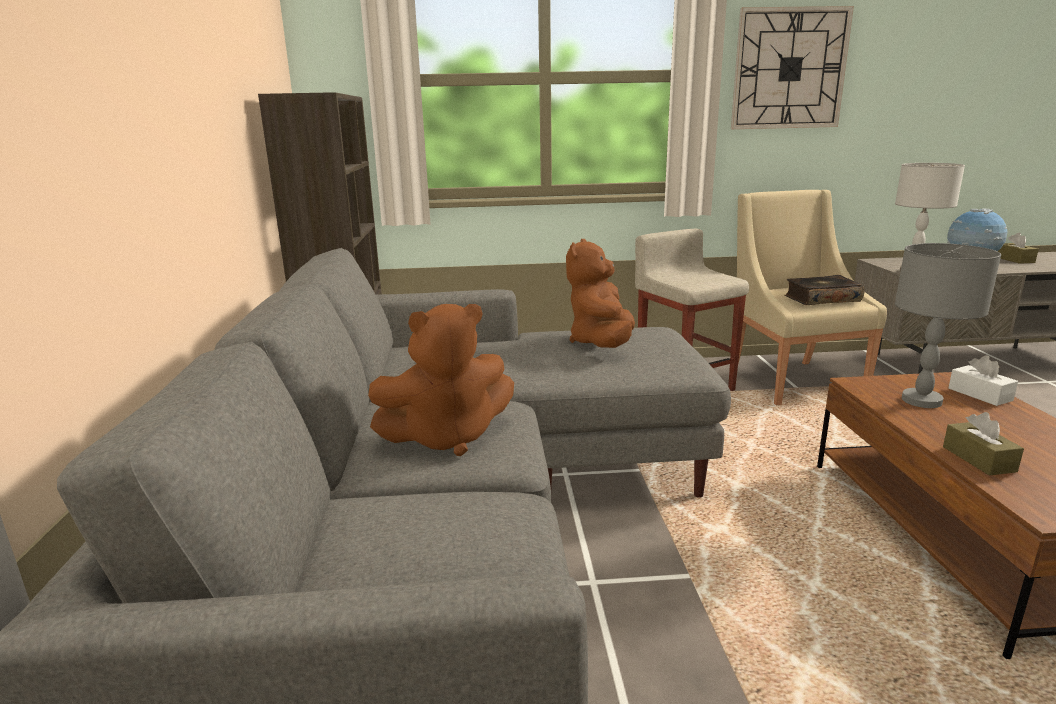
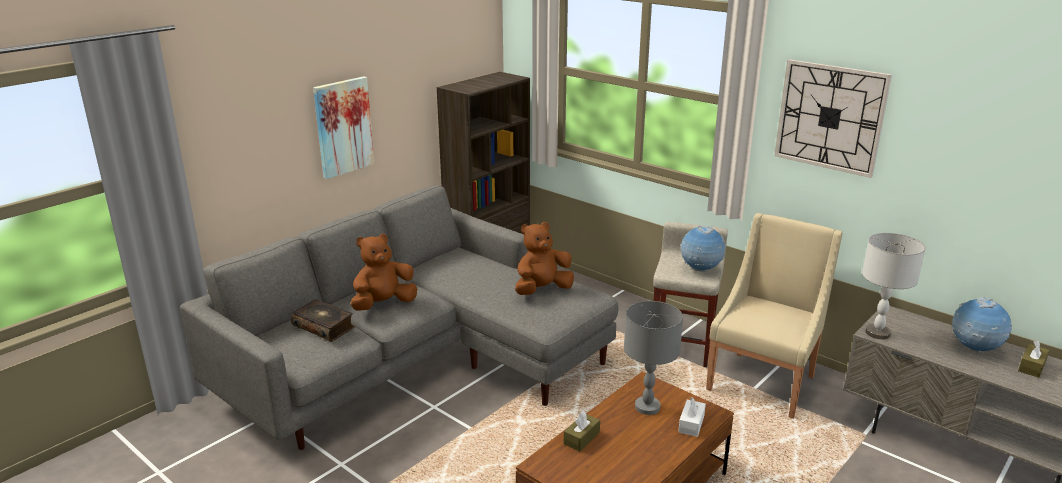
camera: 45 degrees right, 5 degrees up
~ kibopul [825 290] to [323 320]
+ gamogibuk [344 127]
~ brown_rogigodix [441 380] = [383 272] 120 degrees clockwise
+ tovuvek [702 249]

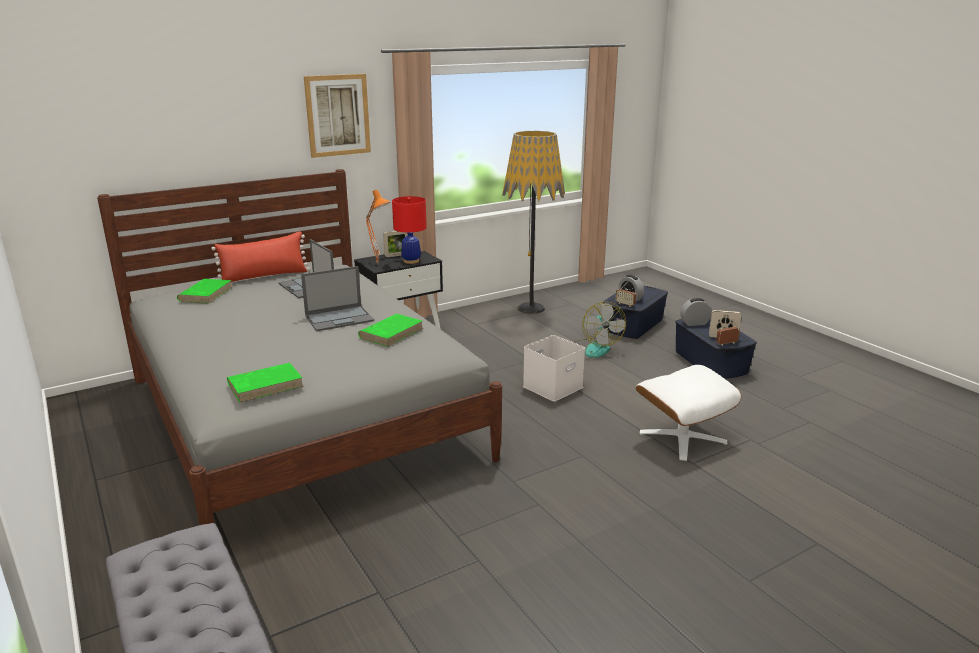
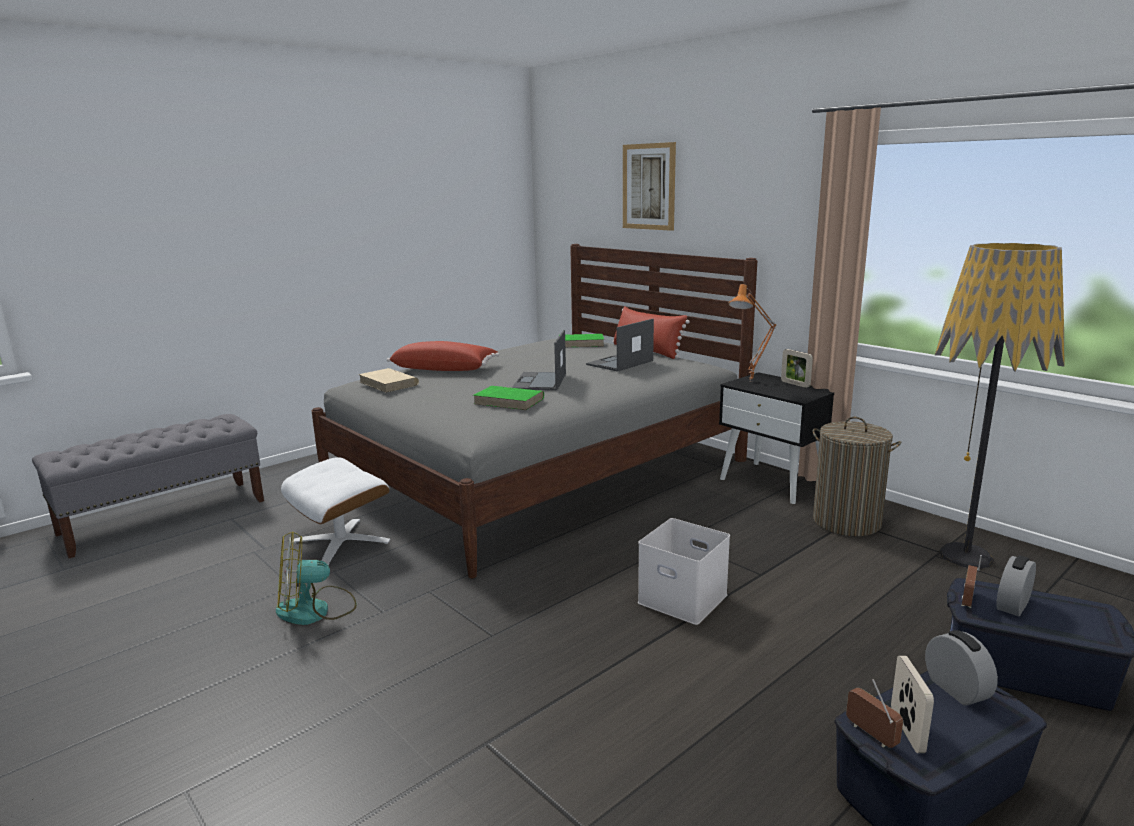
camera: 80 degrees right, 5 degrees down
~ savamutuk [599 330] to [316 578]
~ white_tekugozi [688 413] to [335 511]
~ green_kibopul [265 383] to beige_kibopul [389 380]
+ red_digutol [443 356]
~ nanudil [337 299] = [539 360] 45 degrees clockwise
~ gamogibuk [337 116] to [649 186]
+ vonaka [857 476]
- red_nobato [409 230]

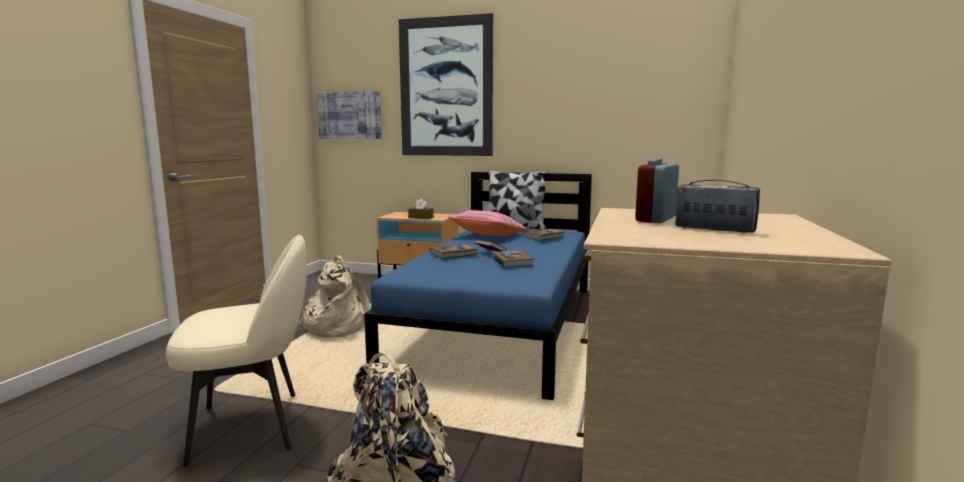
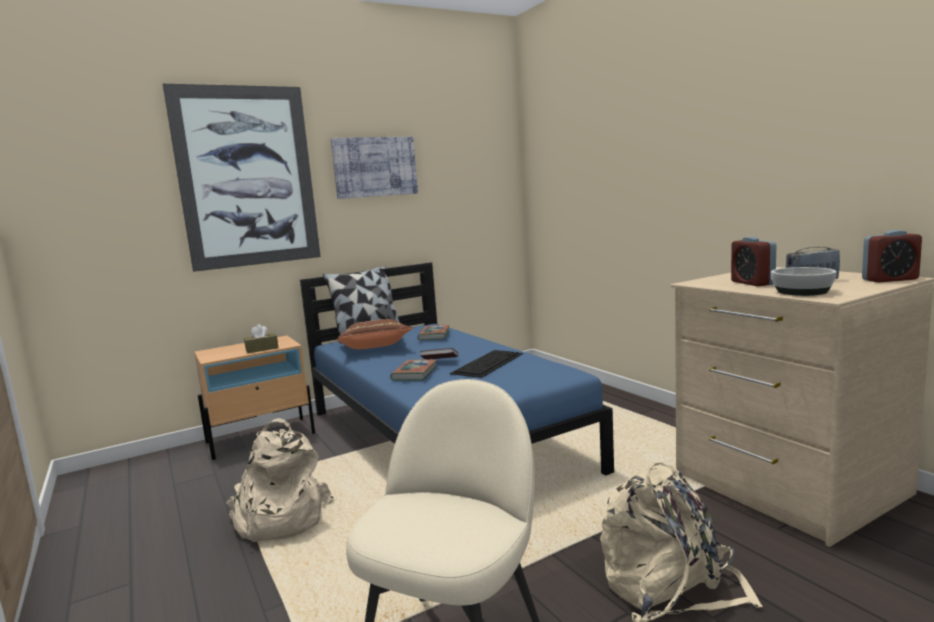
camera: 45 degrees left, 0 degrees up
~ gamogibuk [349 115] to [374 168]
~ pink_digutol [488 223] to brown_digutol [374 334]
~ kibopul [513 259] to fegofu [486 364]
+ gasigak [804 281]
+ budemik [892 256]

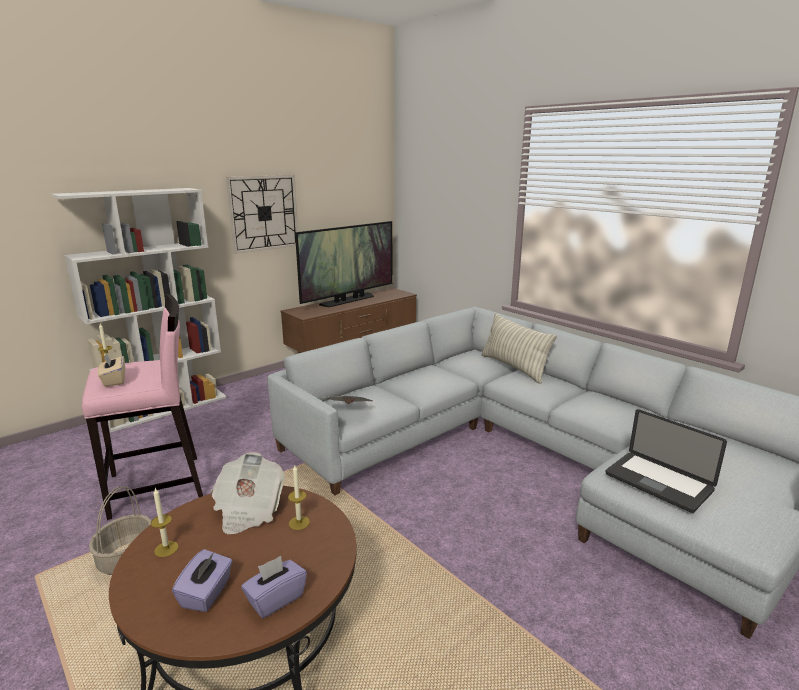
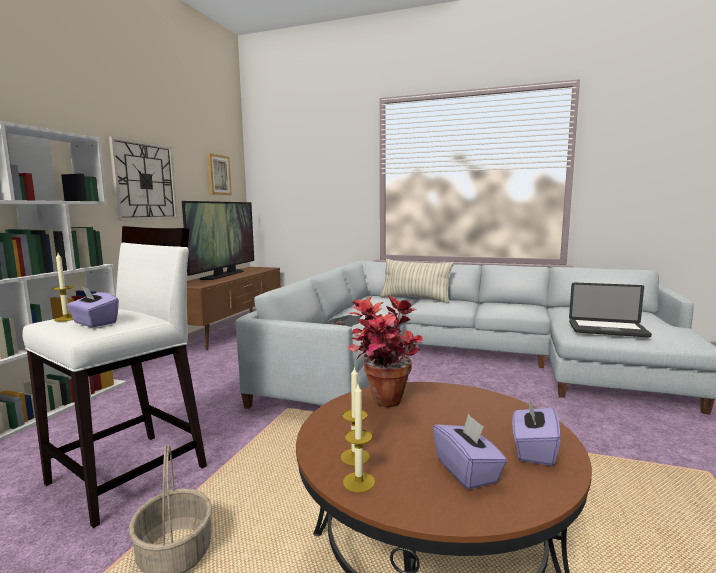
camera: 30 degrees left, 10 degrees down
~ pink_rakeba [142 407] to white_rakeba [114 377]
~ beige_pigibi [111 370] to purple_pigibi [93 307]
+ gamogibuk [219 174]
~ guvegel [299 497] to [359 438]
~ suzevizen [248 493] to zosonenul [385 351]

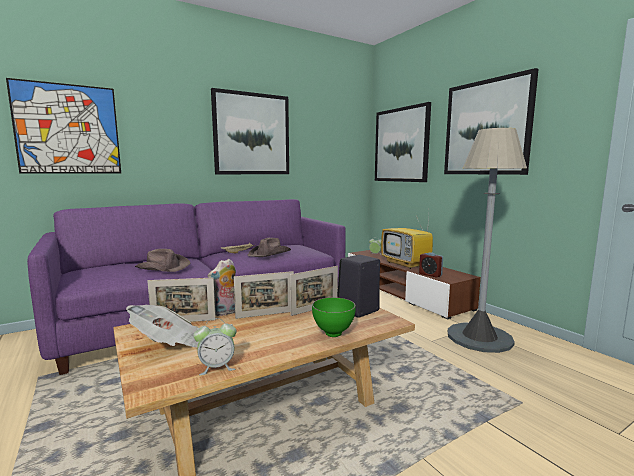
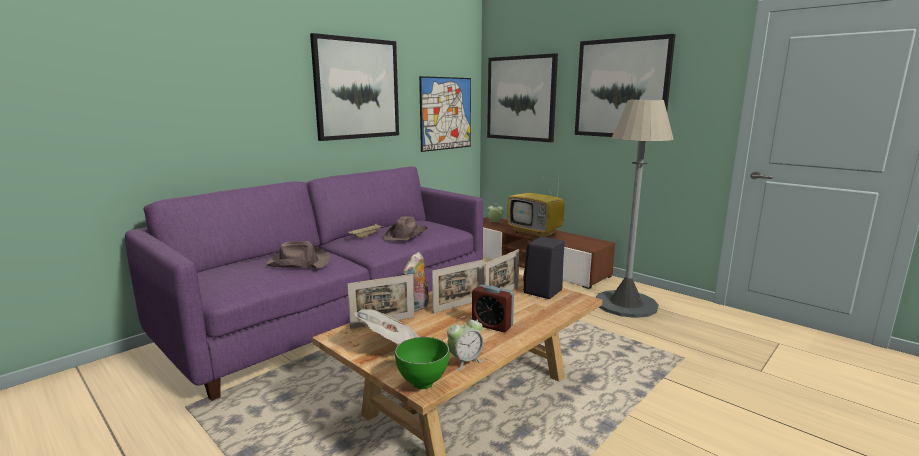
camera: 15 degrees left, 5 degrees up
~ green_gasigak [334 317] to [422 363]
~ gamogibuk [63 126] to [445 114]
~ budemik [431 265] to [493 308]

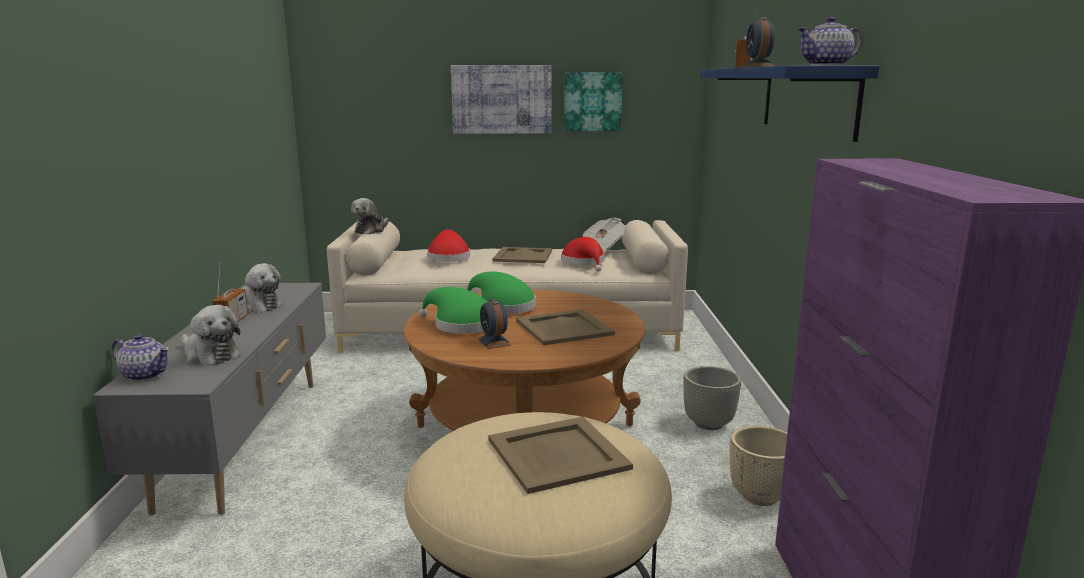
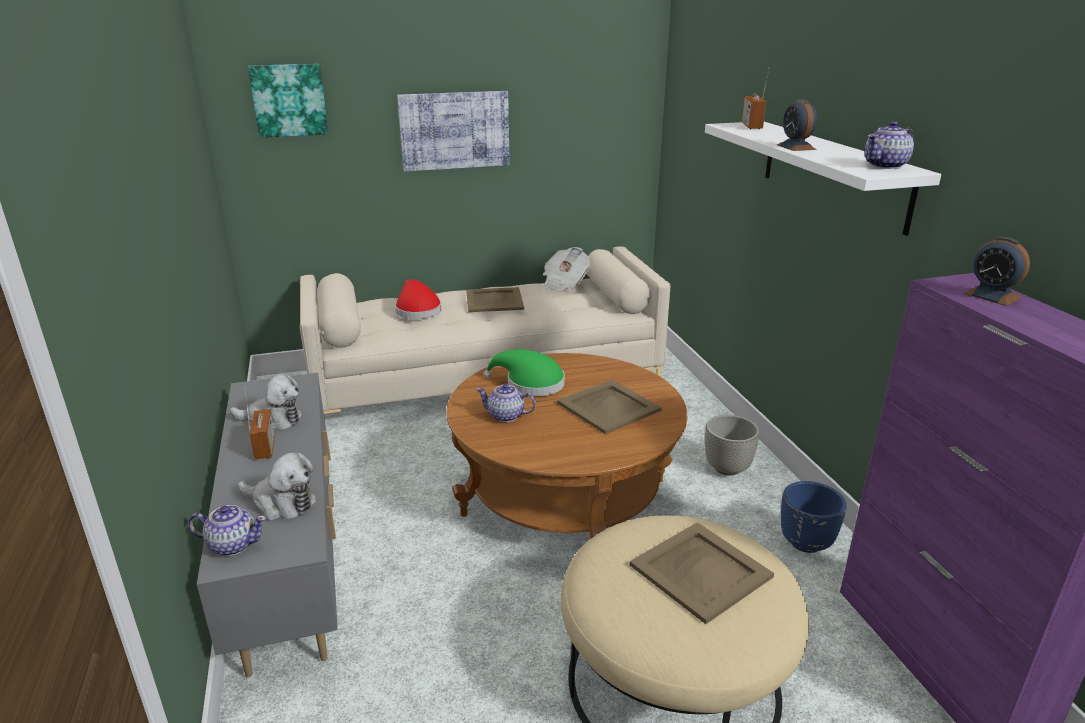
camera: 15 degrees left, 10 degrees up
~ gamogibuk [593 101] to [288 101]
~ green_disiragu [453 310] to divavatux [506 403]
~ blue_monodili [790 104] to white_monodili [823 179]
~ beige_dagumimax [758 466] to blue_dagumimax [814 517]
~ budemik [494 324] to [996 271]
- rogigodix [370 216]
- red_disiragu [582 254]

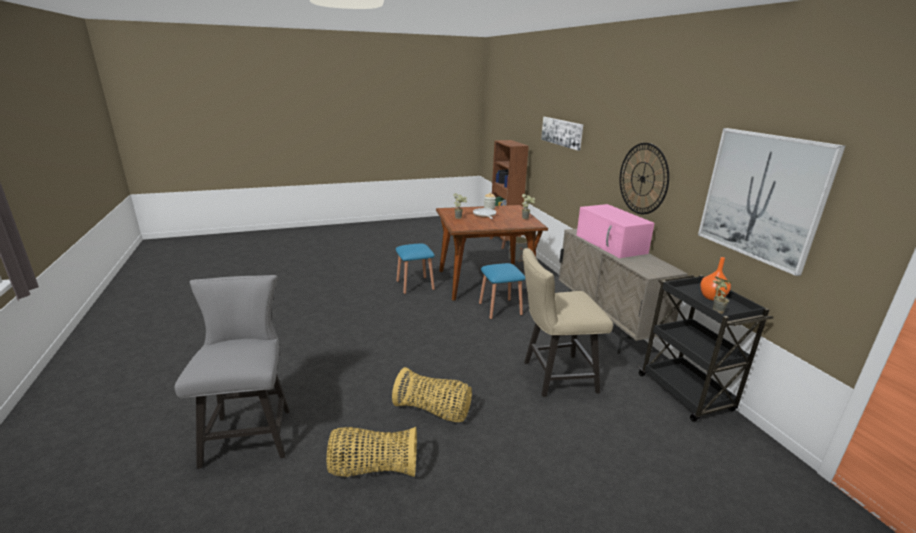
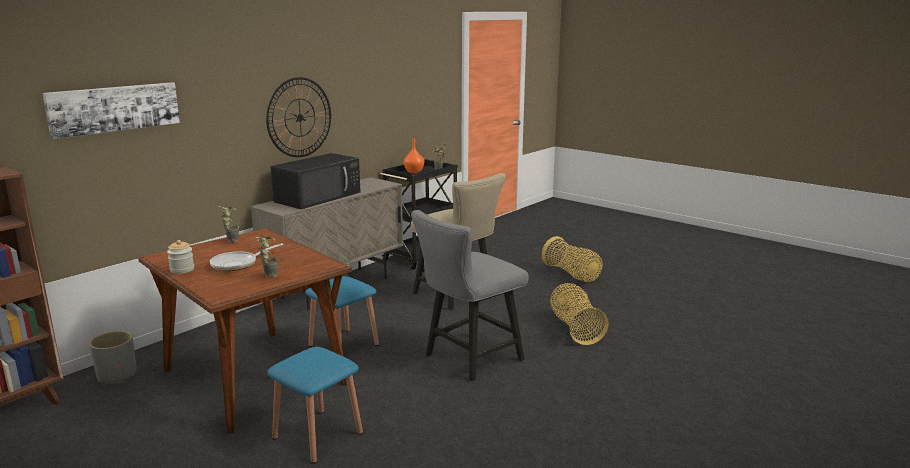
camera: 120 degrees left, 5 degrees down
~ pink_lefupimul [616 231] to black_lefupimul [315 181]
~ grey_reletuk [232 372] to [470 295]
~ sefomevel [372 452] to [572 259]
- gamogibuk [771 202]

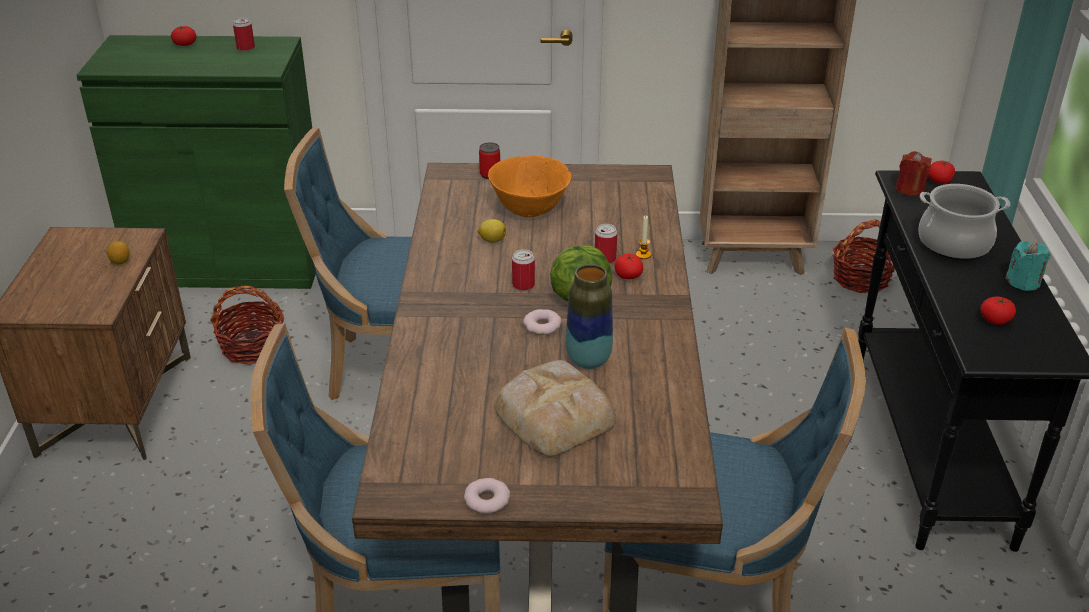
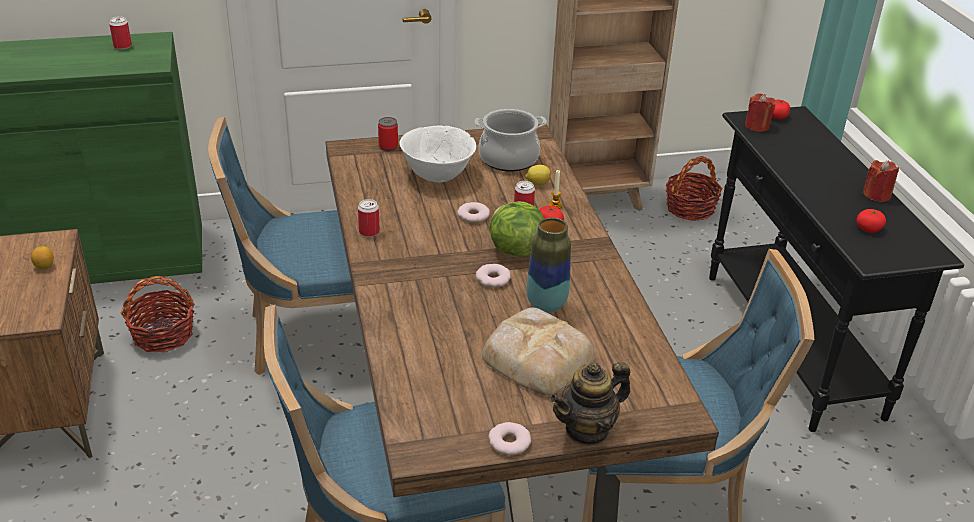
camera: 15 degrees left, 0 degrees up
~ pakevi [523 270] to [369 218]
~ orange_gasigak [529 187] to white_gasigak [437 154]
+ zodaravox [473 212]
~ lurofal [964 222] to [511 140]
~ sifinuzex [491 231] to [538 175]
+ divavatux [590 404]
~ turquoise_guvegel [1028 266] to red_guvegel [880 181]
- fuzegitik [183 36]

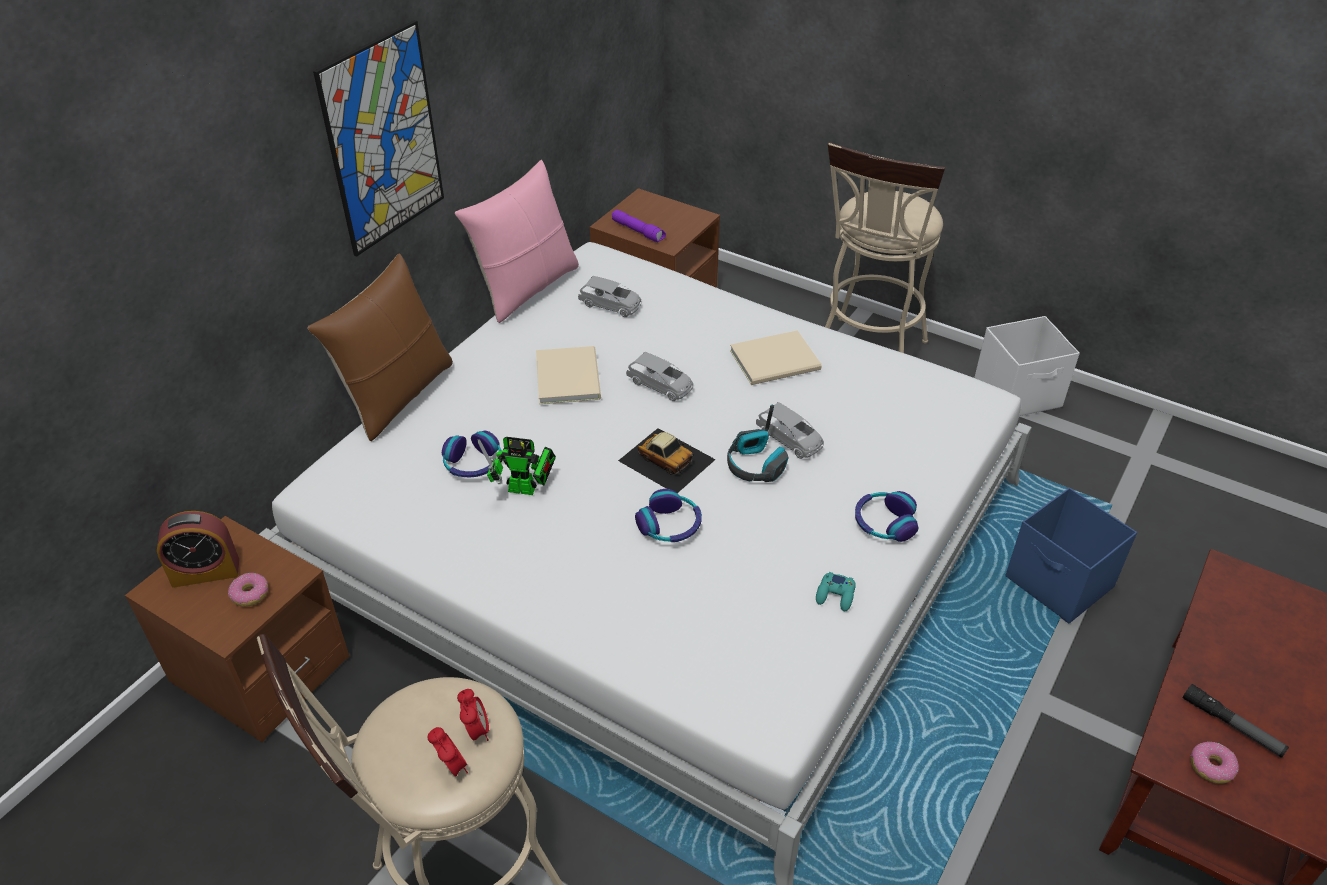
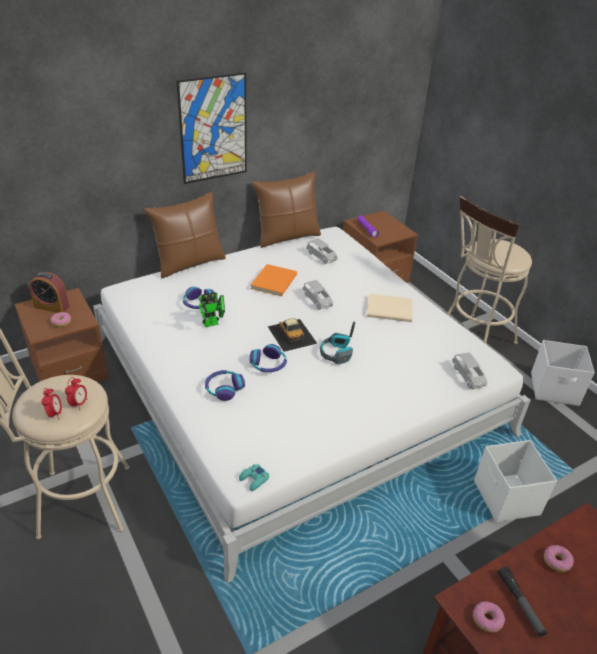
camera: 25 degrees right, 5 degrees down
~ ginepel [516 466] = [211 309] 60 degrees counterclockwise
~ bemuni [887 516] to [225 385]
~ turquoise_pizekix [836 591] to [254 477]
~ beige_kibopul [568 375] to orange_kibopul [273 280]
~ pink_digutol [517 241] to brown_digutol [286 209]
~ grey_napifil [790 430] to [469 370]
~ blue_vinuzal [1071 555] to white_vinuzal [515 481]
+ zodaravox [559 558]

